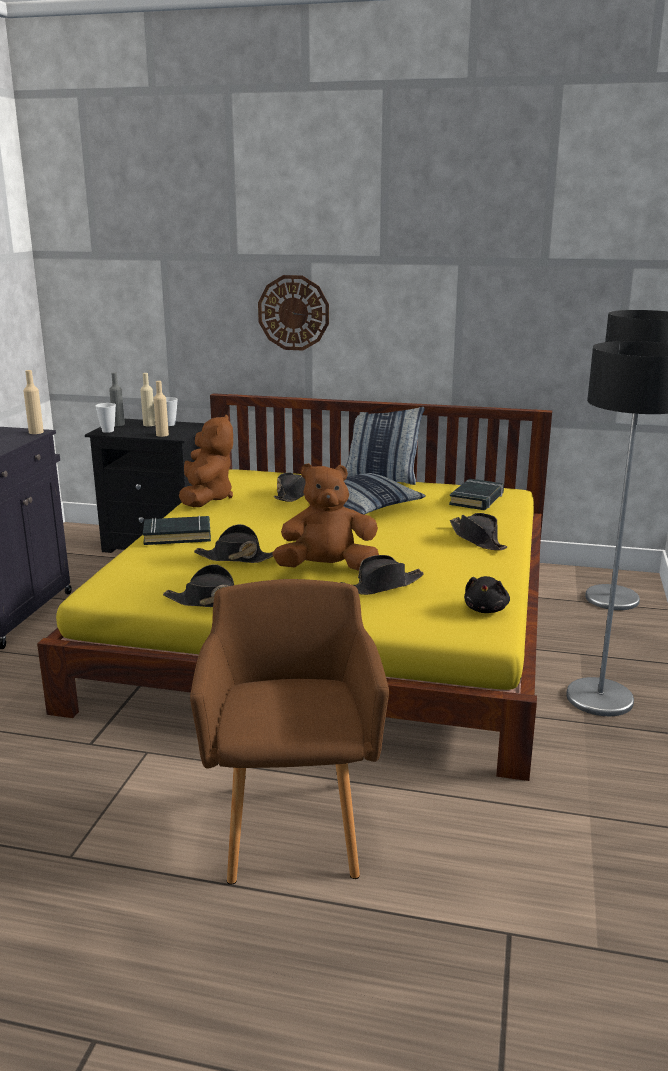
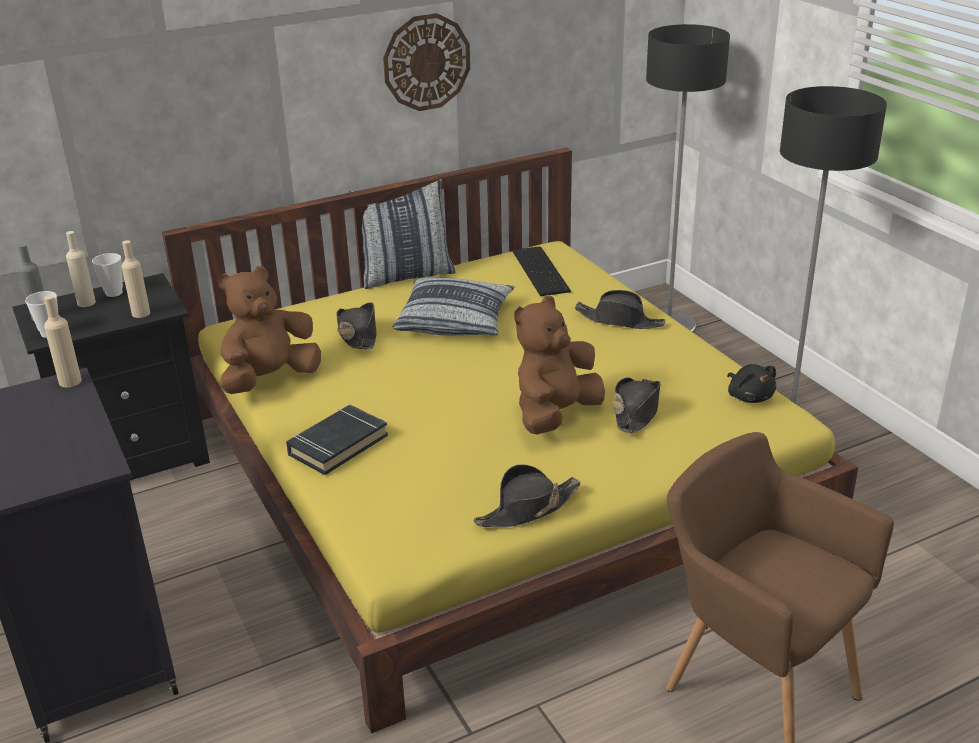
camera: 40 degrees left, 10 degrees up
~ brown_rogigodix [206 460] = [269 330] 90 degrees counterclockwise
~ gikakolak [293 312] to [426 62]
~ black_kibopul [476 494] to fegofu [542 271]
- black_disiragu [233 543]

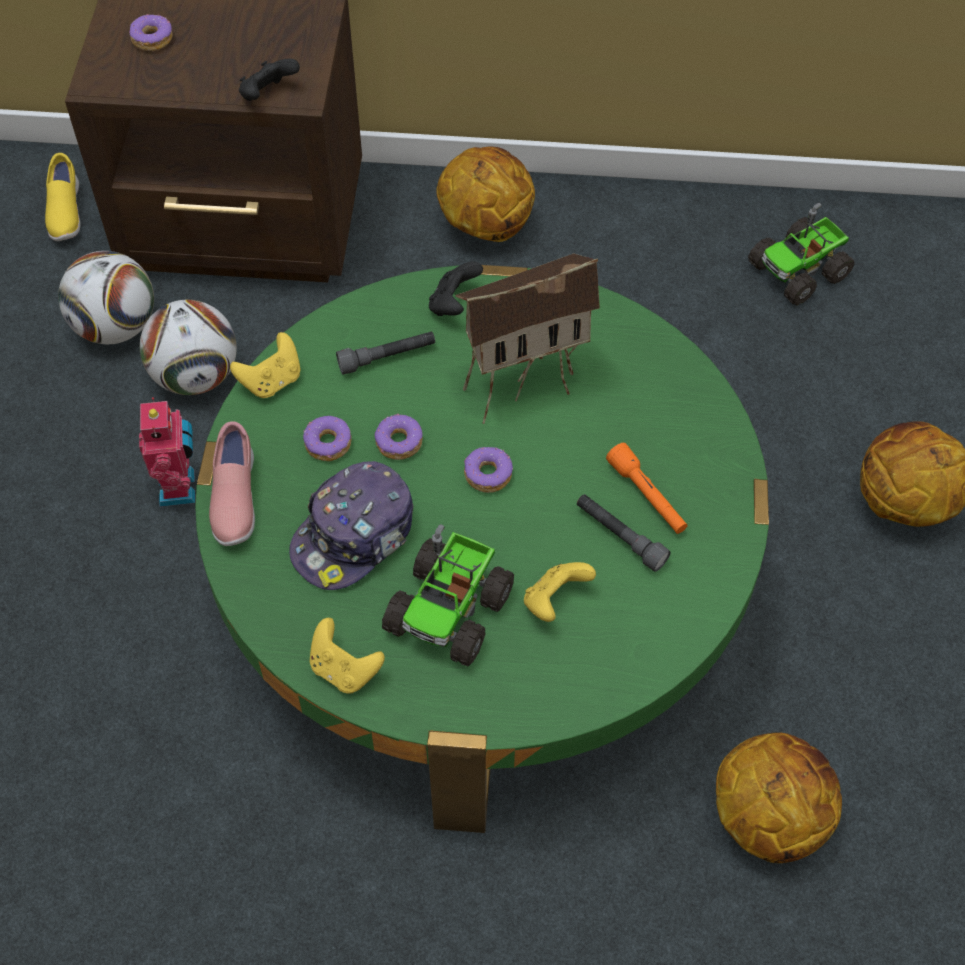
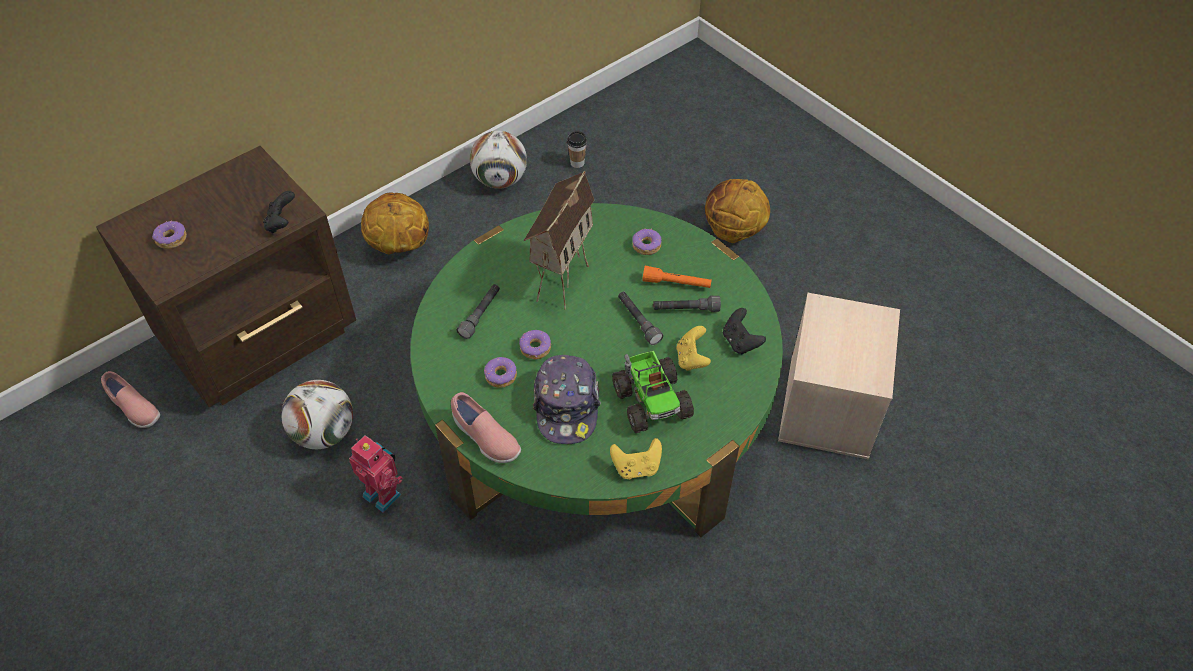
camera: 45 degrees left, 5 degrees down
~ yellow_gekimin [63 197] to pink_gekimin [130 399]
~ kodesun [106 297] to [498 160]
~ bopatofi [801 254] to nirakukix [577 149]
+ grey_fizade [640 318]
~ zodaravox [488 470] to [647 241]
~ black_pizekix [456 288] to [744 331]
~ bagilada [779 797] to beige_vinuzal [839 376]
- yellow_pizekix [265 365]

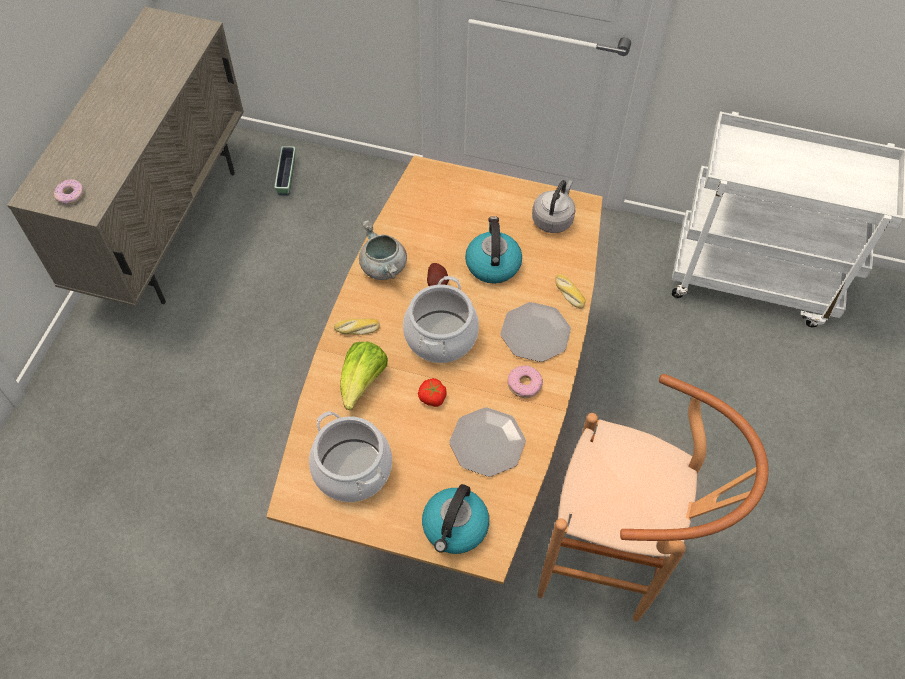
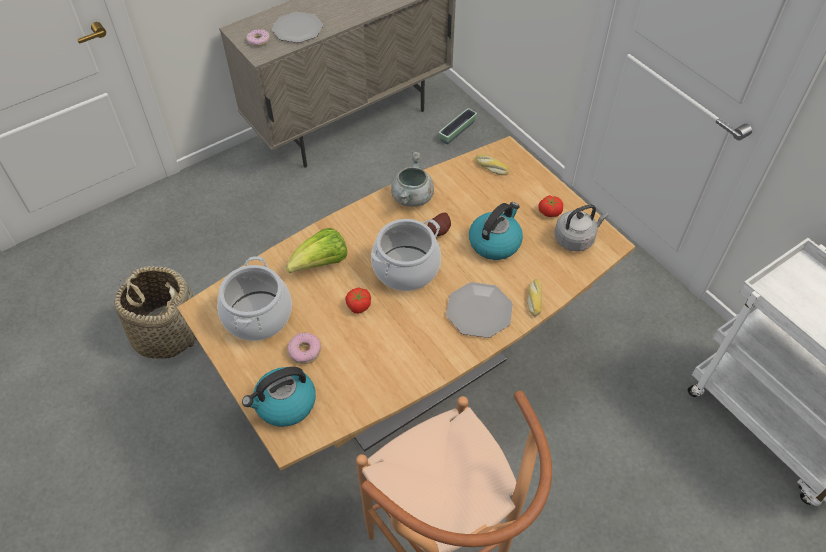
camera: 40 degrees right, 5 degrees down
+ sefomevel [156 312]
~ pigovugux [488 442] to [297 27]
~ zodaravox [525 381] to [304 348]
~ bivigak [357 327] to [492 164]
+ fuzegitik [550 206]

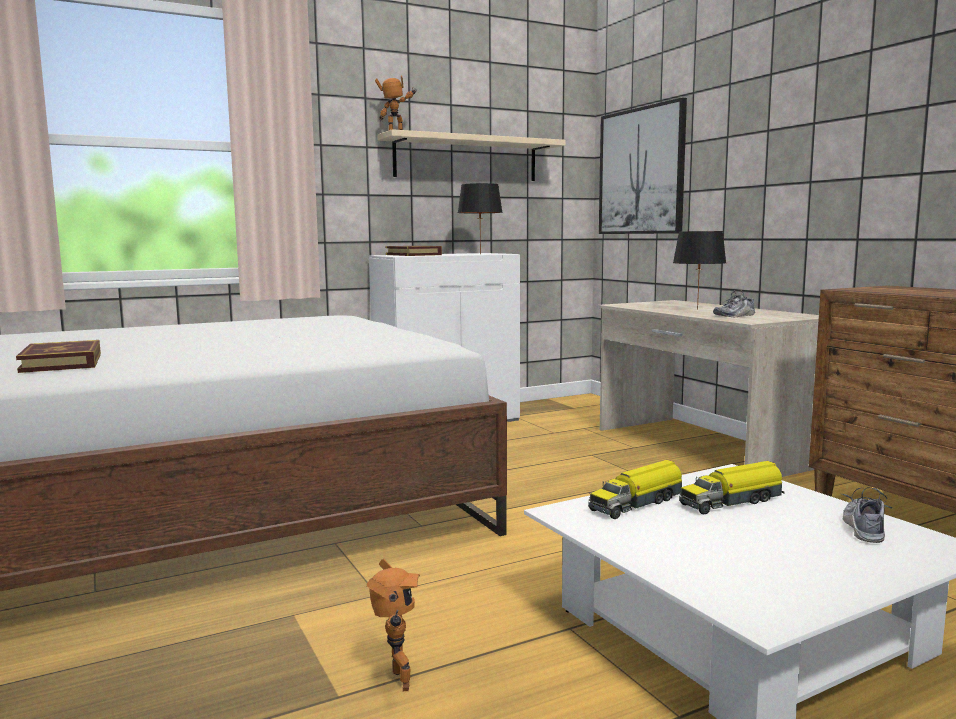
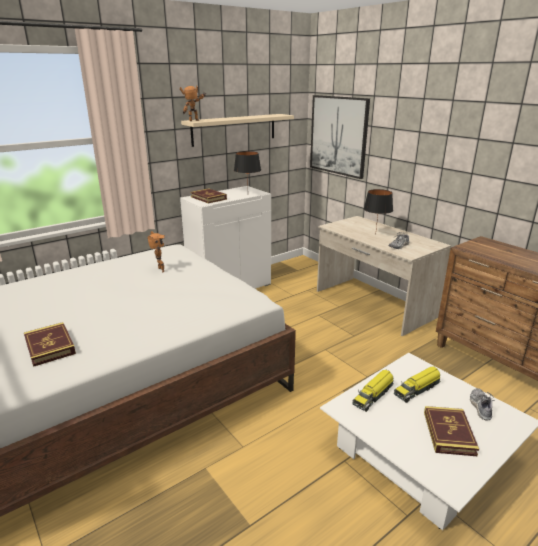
camera: 10 degrees left, 15 degrees up
~ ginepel [393 625] to [156 251]
+ kibopul [451 431]

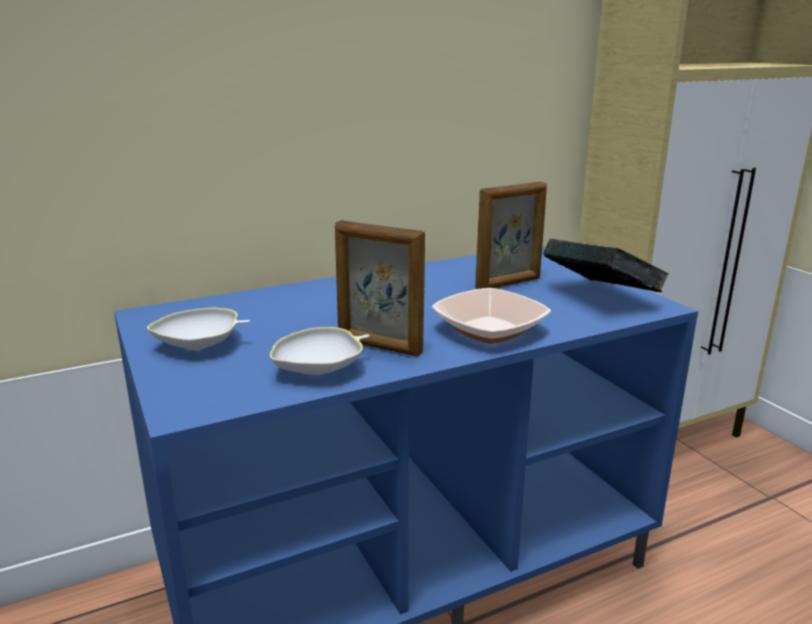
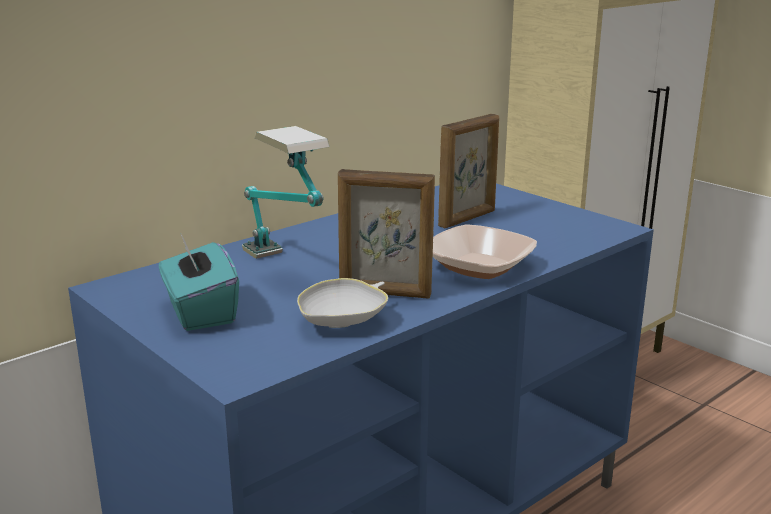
camera: 15 degrees left, 0 degrees up
~ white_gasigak [198 329] to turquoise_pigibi [199 282]
+ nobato [286 192]
- kibopul [606 265]

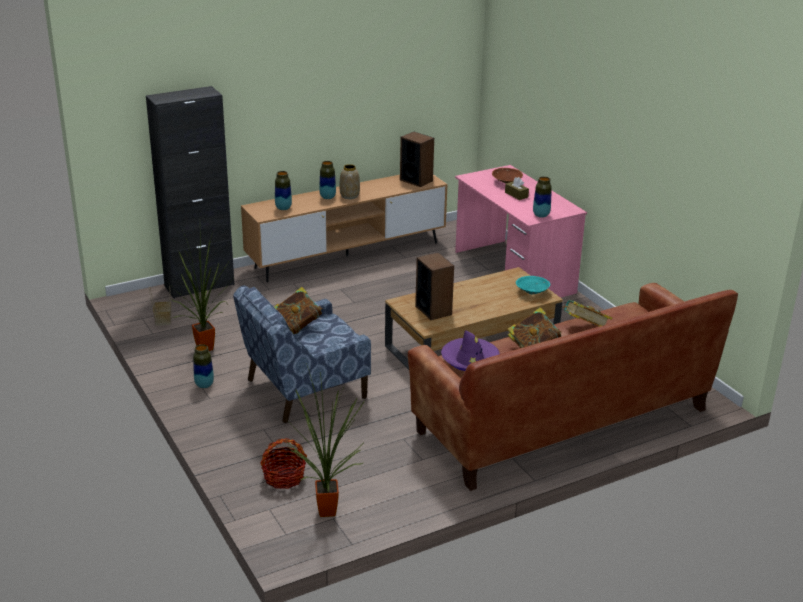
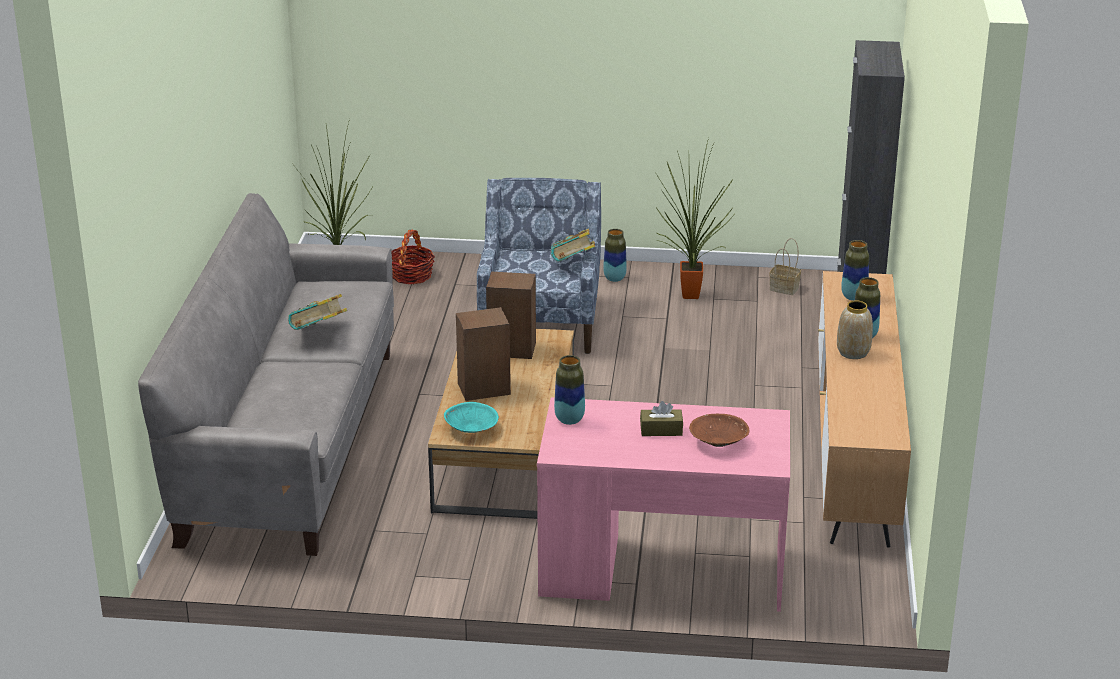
camera: 125 degrees right, 0 degrees up
~ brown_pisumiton [573 387] to grey_pisumiton [266 374]
~ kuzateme [417 159] to [483 354]
- purple_disiragu [470 350]
- kibopul [587 313]

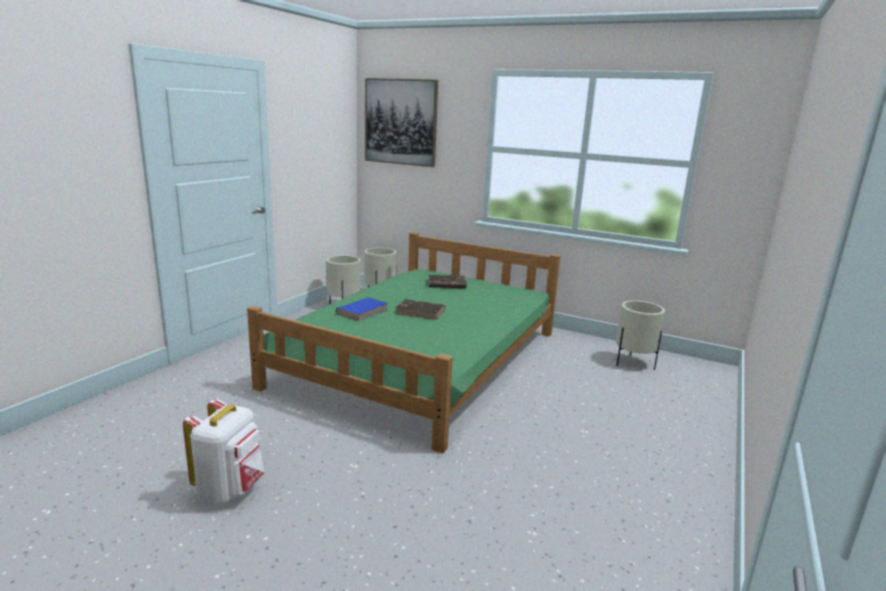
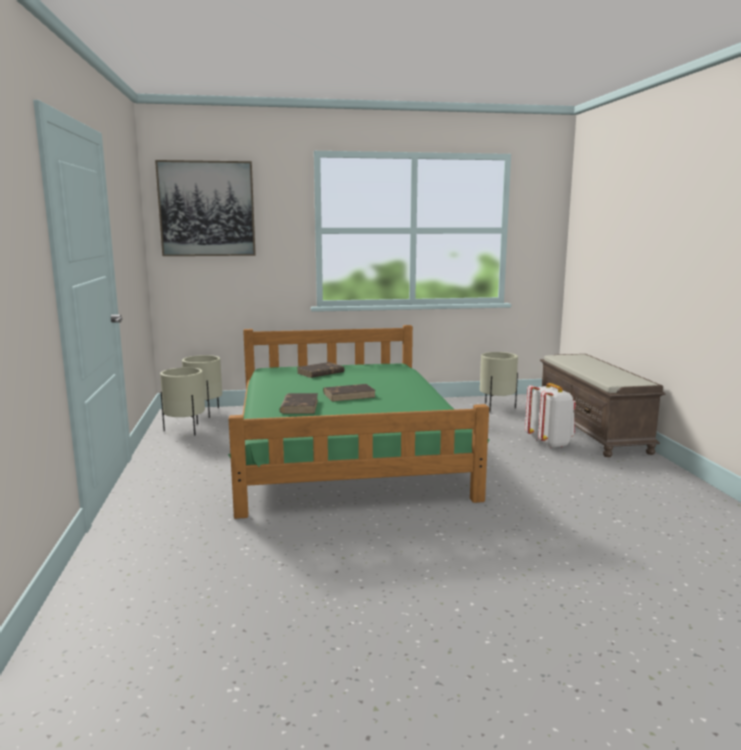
camera: 35 degrees left, 5 degrees down
~ blue_kibopul [362 309] to brown_kibopul [299 403]
~ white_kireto [224 451] to [550 415]
+ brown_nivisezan [603 405]

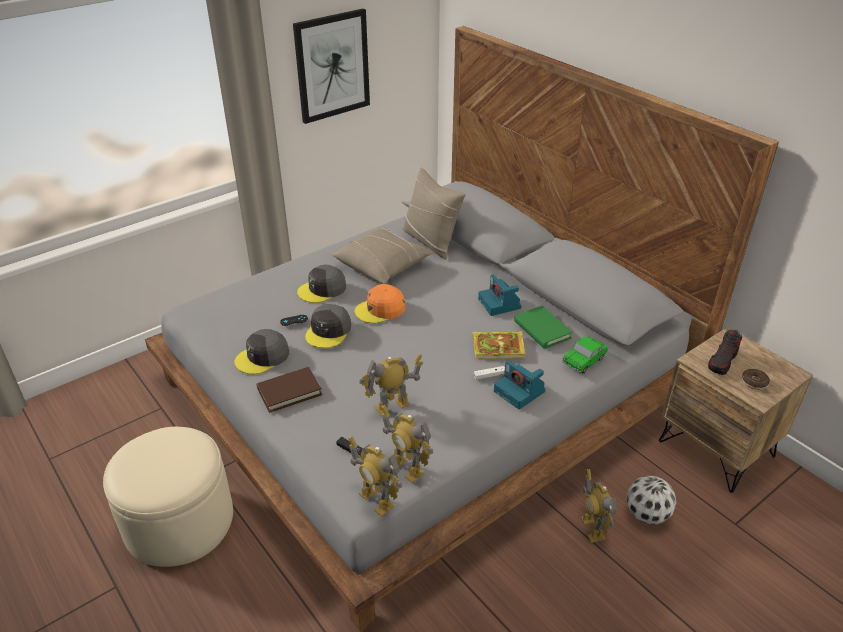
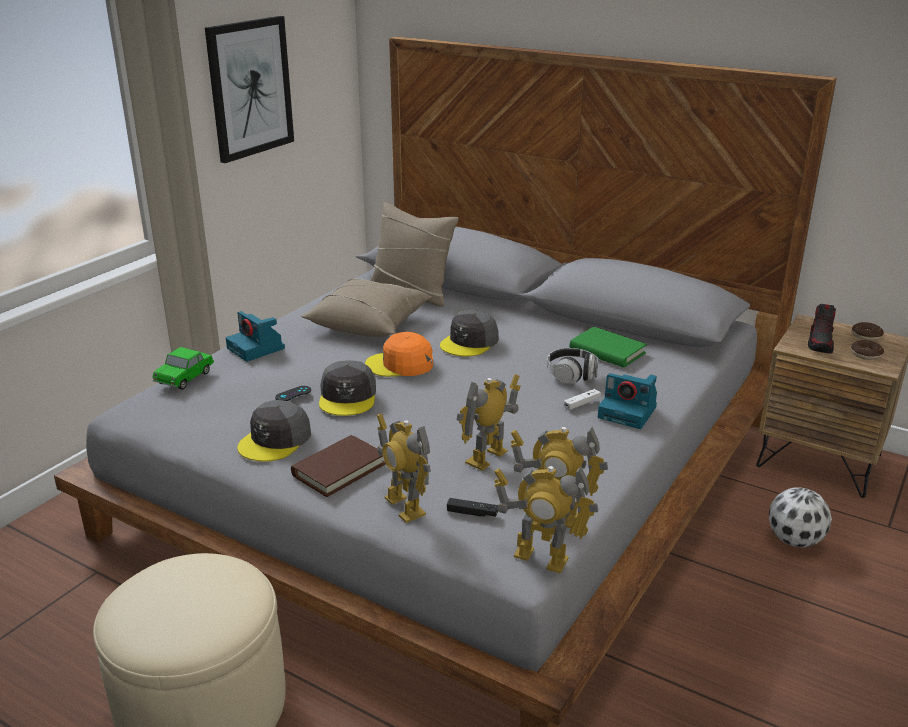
camera: 20 degrees left, 10 degrees down
~ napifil [585 354] to [183 368]
~ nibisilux [500 295] to [255 336]
~ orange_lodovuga [380 303] = [399 354] 45 degrees clockwise
~ ginepel [599 506] to [404 468]
~ grey_lodovuga [321 284] to [469 333]
~ kibopul [498 345] to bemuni [573 366]
+ zodaravox [868 331]

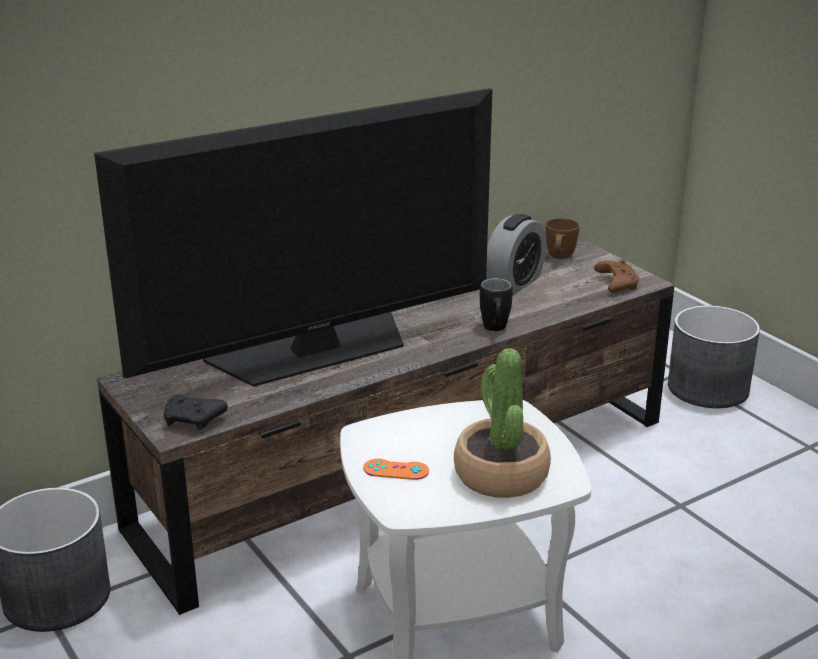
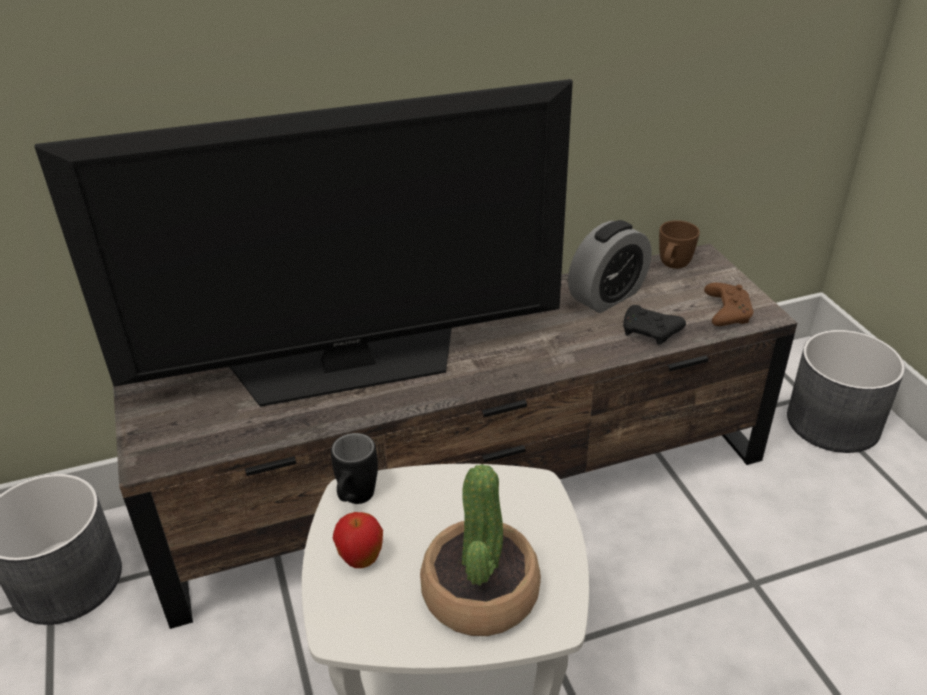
camera: 15 degrees right, 10 degrees up
~ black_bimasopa [496 304] to [354 468]
~ orange_pizekix [396 469] to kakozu [358 540]
~ black_pizekix [196 412] to [654 325]

